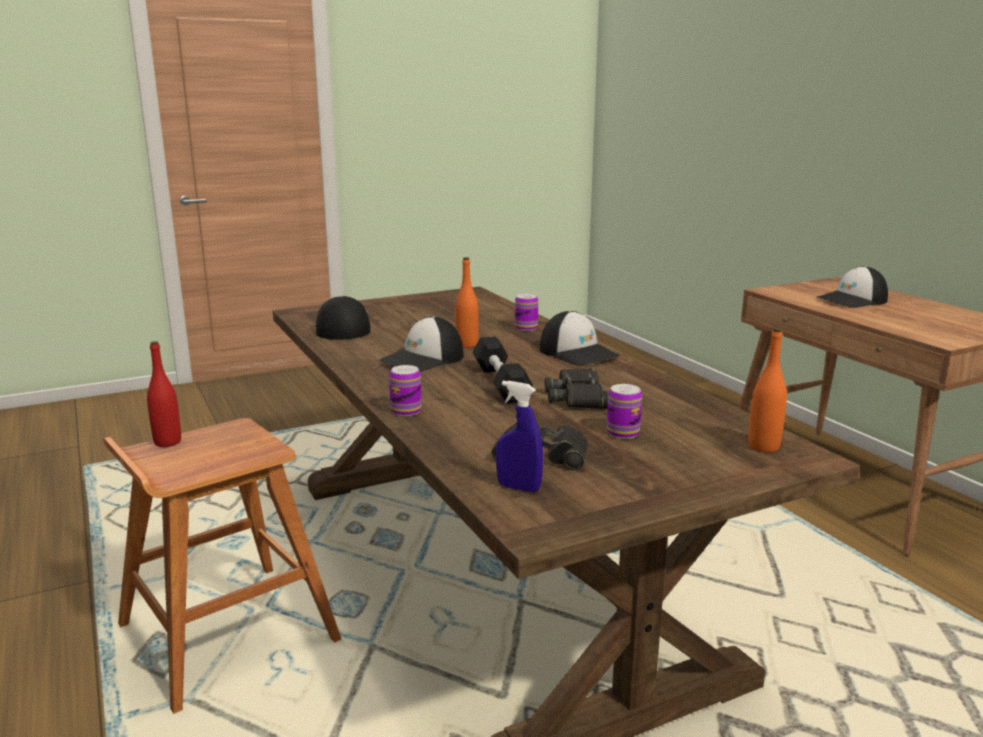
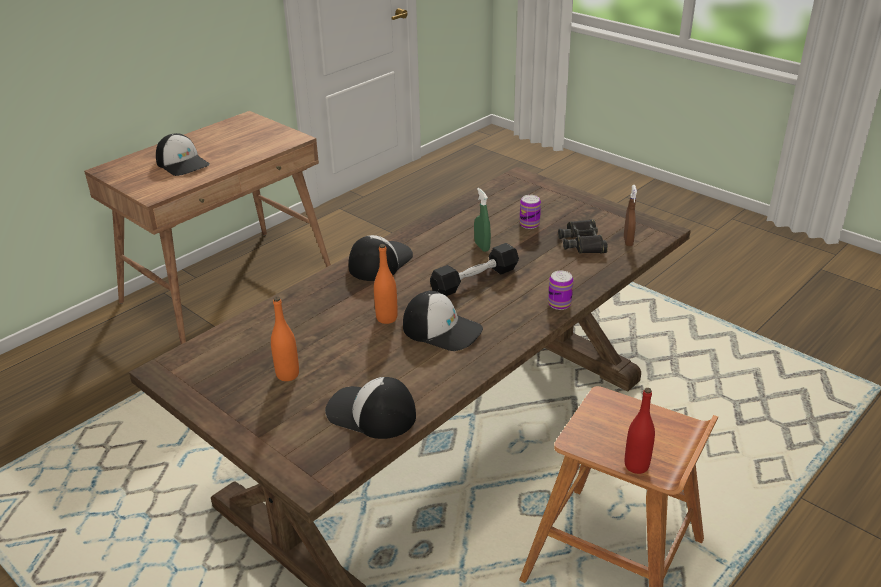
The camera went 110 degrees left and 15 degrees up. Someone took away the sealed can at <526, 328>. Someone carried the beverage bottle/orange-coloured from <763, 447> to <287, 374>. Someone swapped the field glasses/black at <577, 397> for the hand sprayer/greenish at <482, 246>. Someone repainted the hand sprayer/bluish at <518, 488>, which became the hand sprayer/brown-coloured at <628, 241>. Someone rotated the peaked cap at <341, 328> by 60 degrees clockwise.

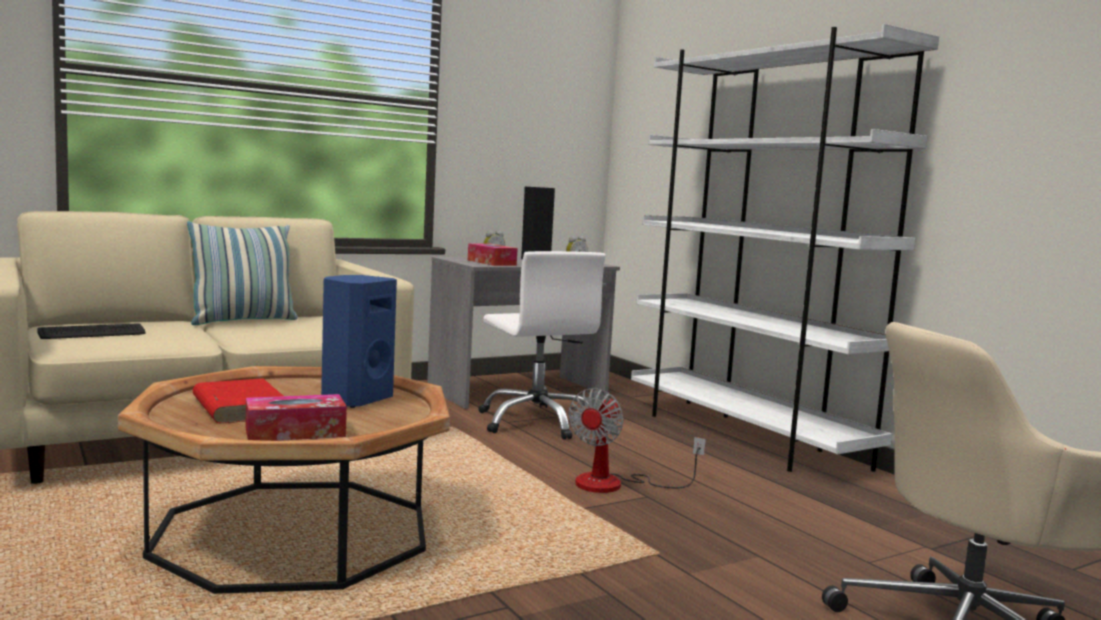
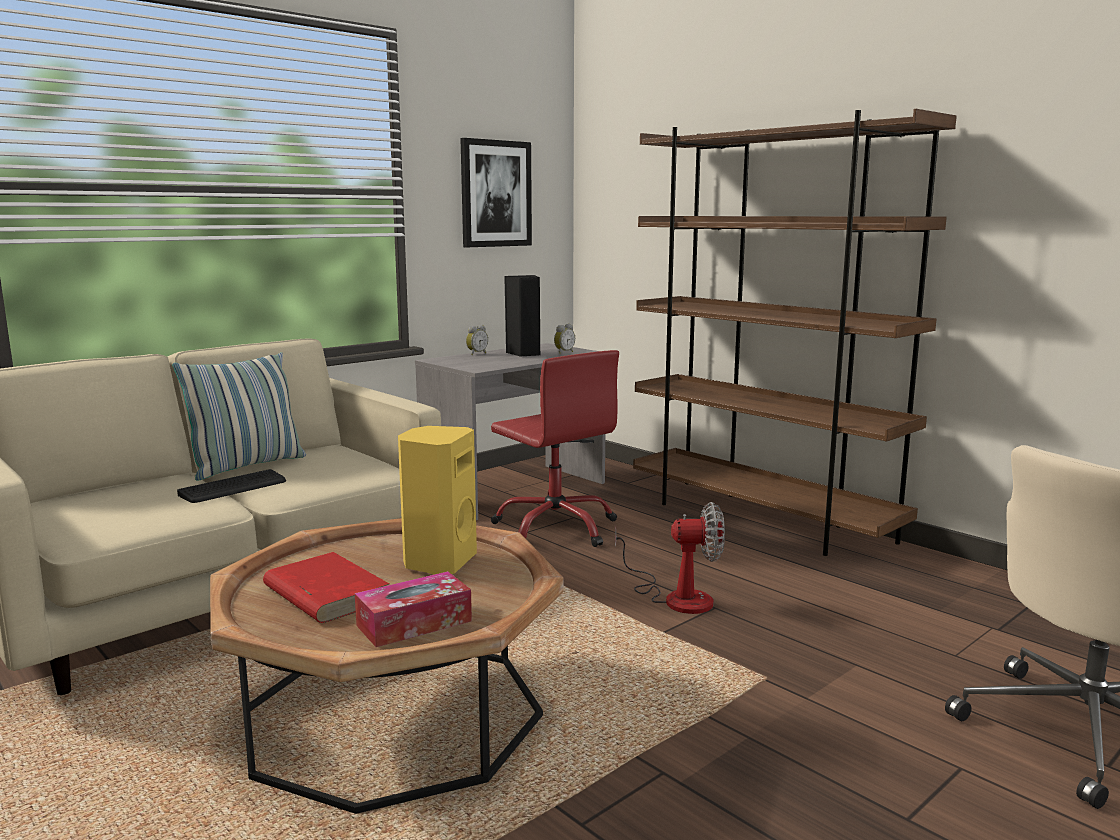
The camera went 10 degrees left and 5 degrees up. Someone took away the box of tissues at <491, 262>. Someone put up the picture at <495, 194>. Someone carried the computer keyboard from <92, 333> to <233, 488>. Someone repainted the audio speaker/bluish at <354, 399>, which became the audio speaker/yellow-coloured at <438, 562>. Someone repainted the computer chair/white-coloured at <536, 422>, which became the computer chair/reddish at <556, 528>. Someone repainted the shelving unit/white-coloured at <744, 437>, which became the shelving unit/brown-coloured at <761, 519>. Someone rotated the fan at <615, 484> by 105 degrees counterclockwise.

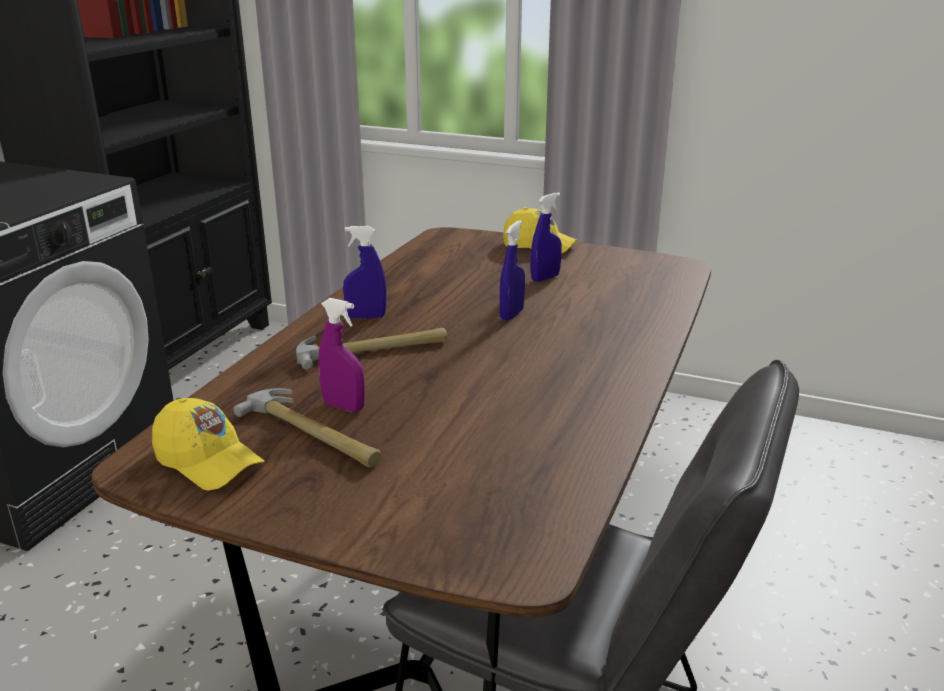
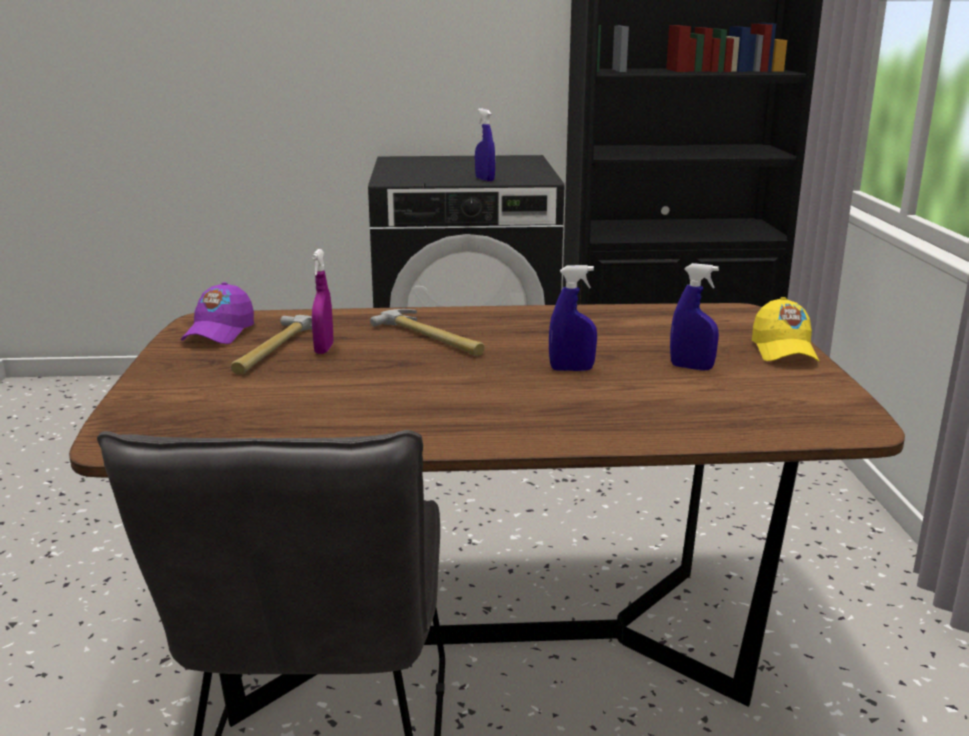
The camera went 65 degrees right and 5 degrees down. Someone carried the hand sprayer/bluish from <366, 317> to <484, 179>. Someone repainted the peaked cap/yellow-coloured at <208, 462>, which became the peaked cap/purple at <219, 333>.

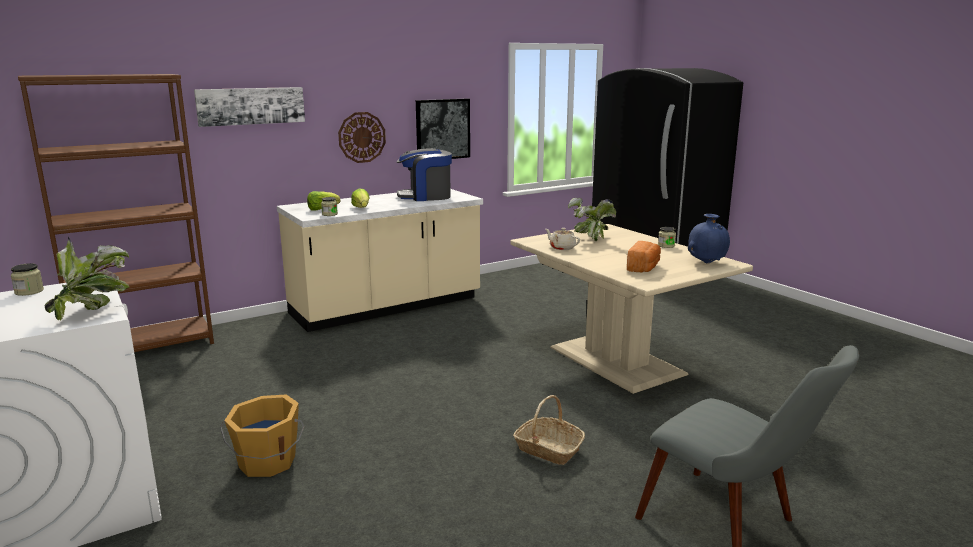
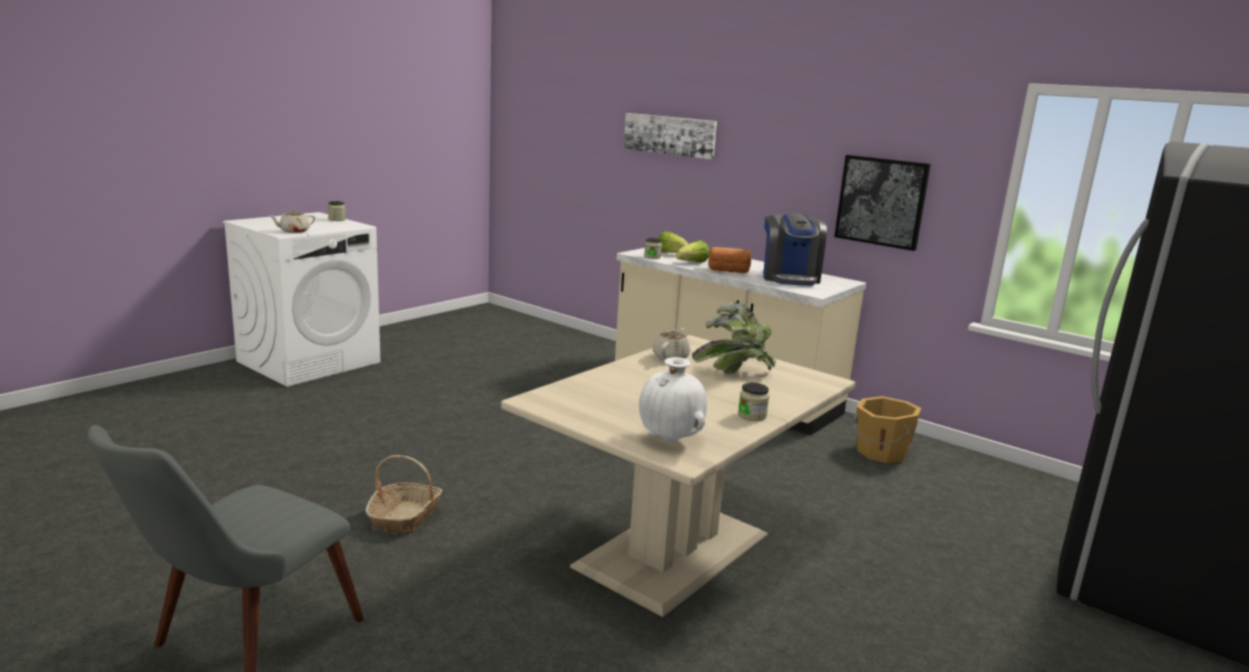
The camera went 70 degrees right and 0 degrees up. Someone took away the shelving unit/brown-coloured at <145, 348>. Someone took away the wall clock at <362, 137>. Someone carried the bucket/orange-coloured from <267, 463> to <880, 452>. Someone carried the bakery bread from <644, 268> to <728, 271>. Someone swapped the potted plant at <93, 311> for the teapot/beige at <293, 231>. Someone repainted the decorative vase/bluish at <707, 263>, which became the decorative vase/white-coloured at <670, 440>. Someone rotated the coffee machine at <425, 197> by 150 degrees counterclockwise.

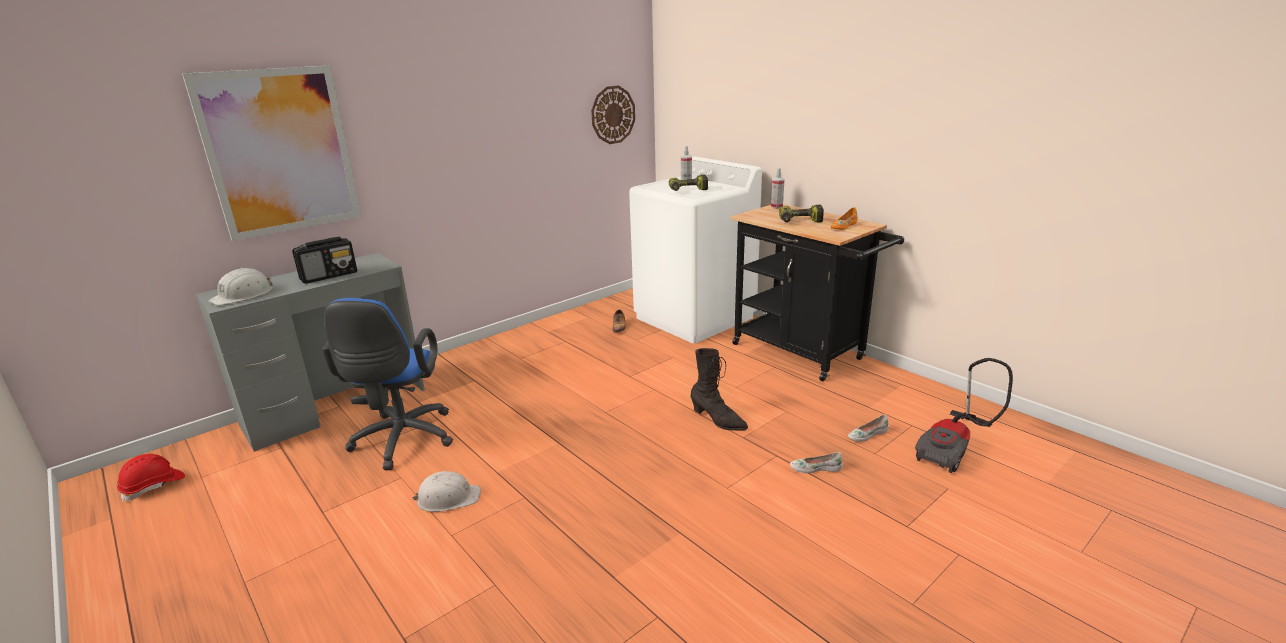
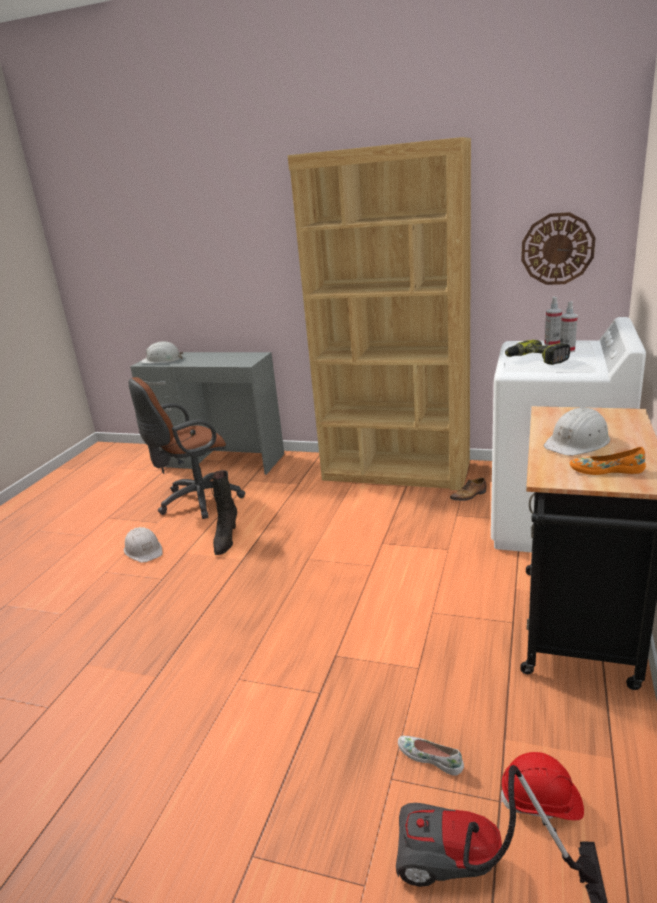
The camera went 60 degrees right and 0 degrees up. Someone took away the picture at <280, 152>. Someone took away the radio at <329, 276>. Someone took away the item of footwear/white-coloured at <815, 468>. Someone put down the shelving unit/brown-coloured at <396, 472>. Someone carried the work helmet/reddish from <154, 486> to <541, 801>. Someone carried the boot/black from <718, 420> to <226, 540>. Someone carried the hand sprayer from <776, 207> to <552, 344>. Someone swapped the power drill at <800, 222> for the work helmet/white-coloured at <577, 442>. Someone repainted the computer chair/bluish at <402, 442>, which became the computer chair/brown-coloured at <196, 501>.

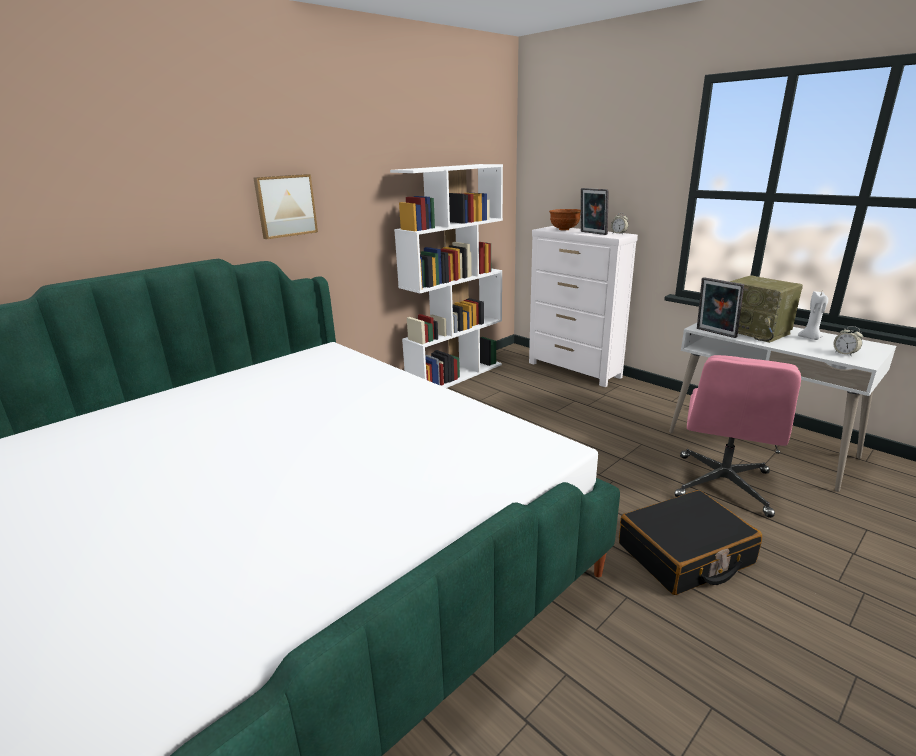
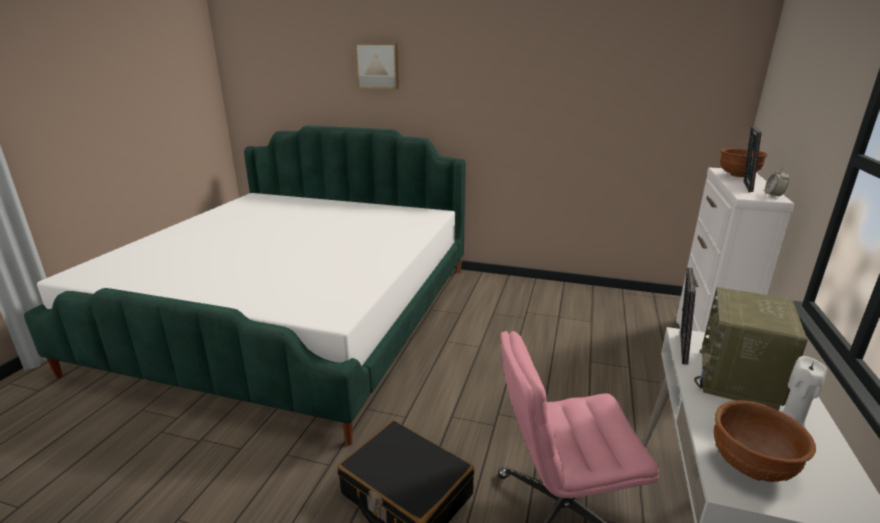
The camera went 60 degrees right and 0 degrees up. Someone took away the shelving unit/white-coloured at <455, 375>. Someone carried the picture from <285, 206> to <378, 66>. Someone swapped the alarm clock at <845, 353> for the bowl/brown-coloured at <751, 467>.

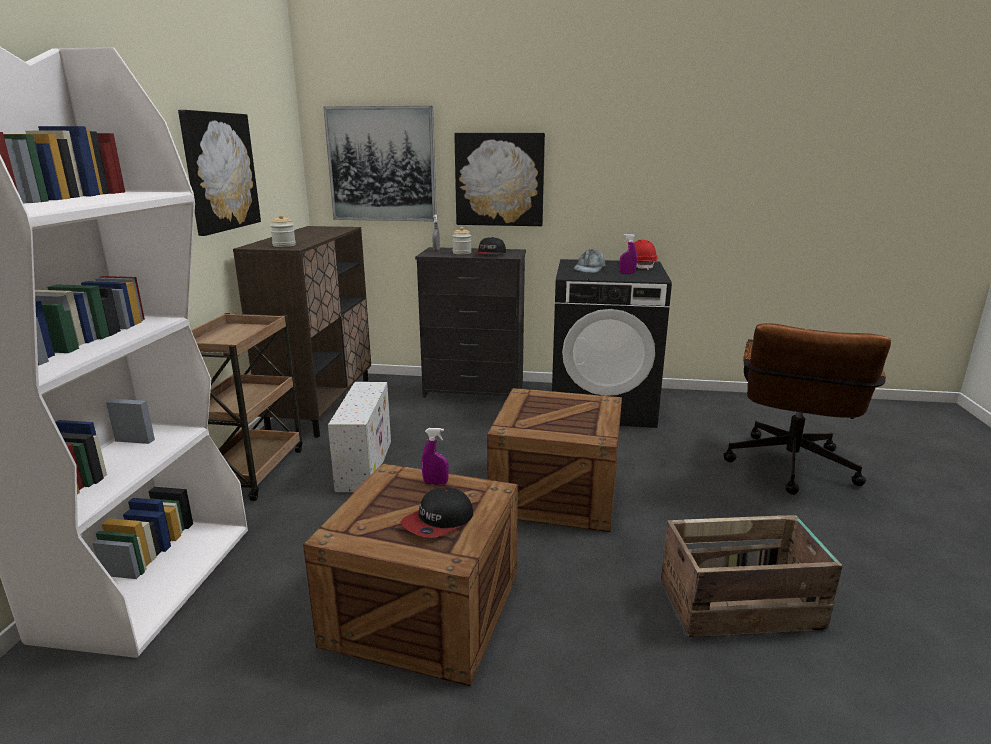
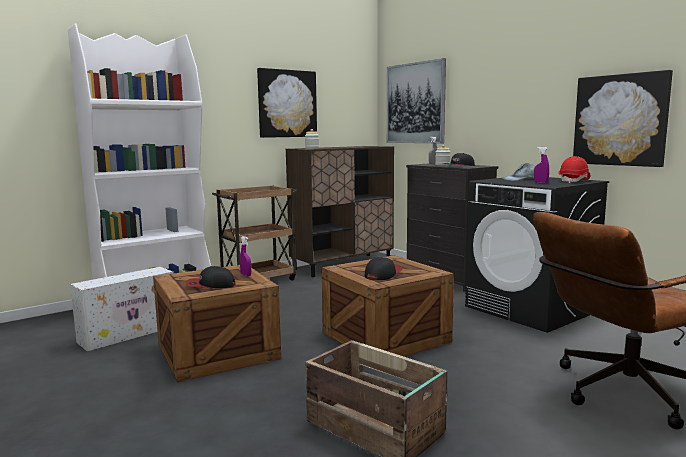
The camera went 45 degrees right and 10 degrees down. Someone put down the peaked cap at <382, 274>. Someone carried the storage bin/white-coloured from <365, 463> to <130, 333>. Someone carried the picture from <499, 180> to <620, 120>.

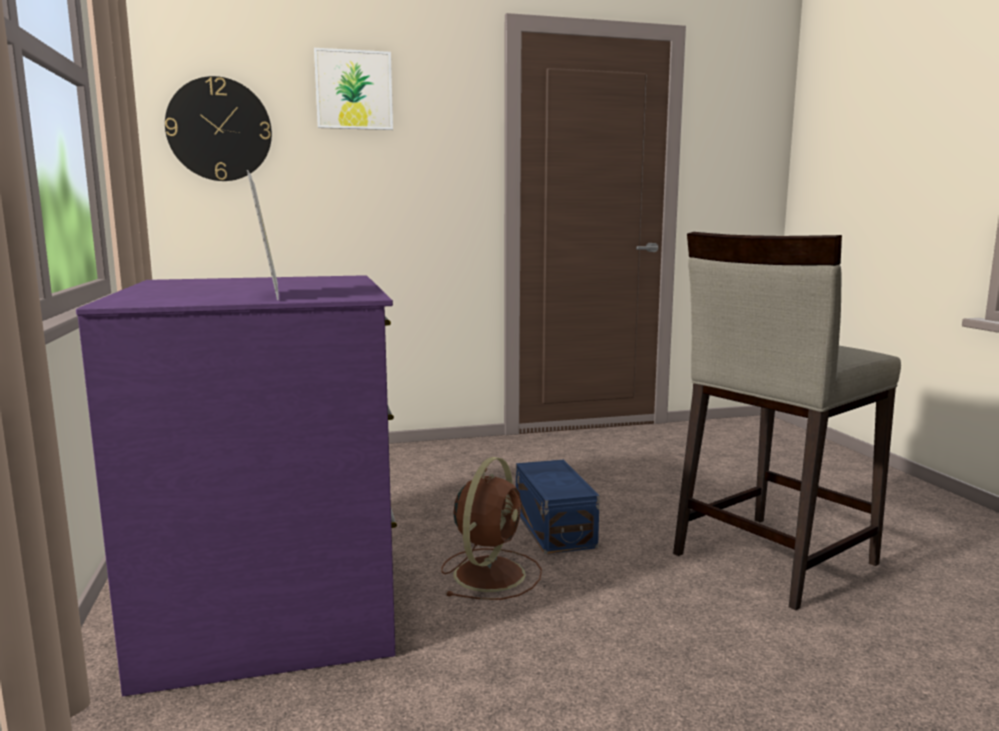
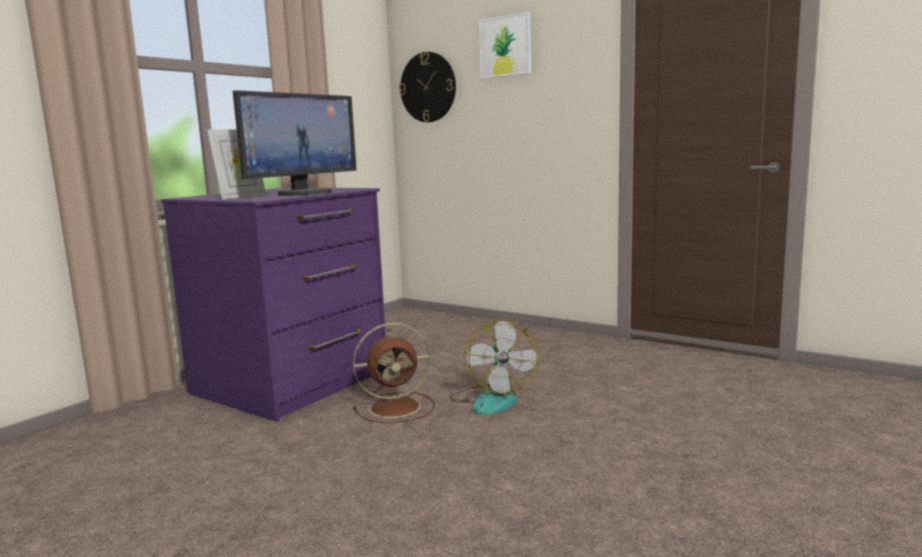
The camera went 50 degrees right and 0 degrees up. Someone took away the stool/beige at <771, 558>. Someone put down the monitor at <304, 193>. Someone swapped the storage bin/bluish at <555, 527> for the fan at <492, 399>.

